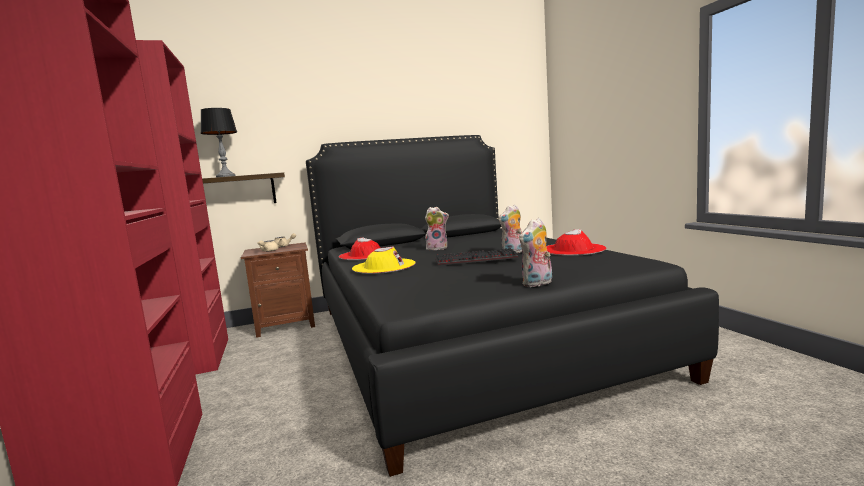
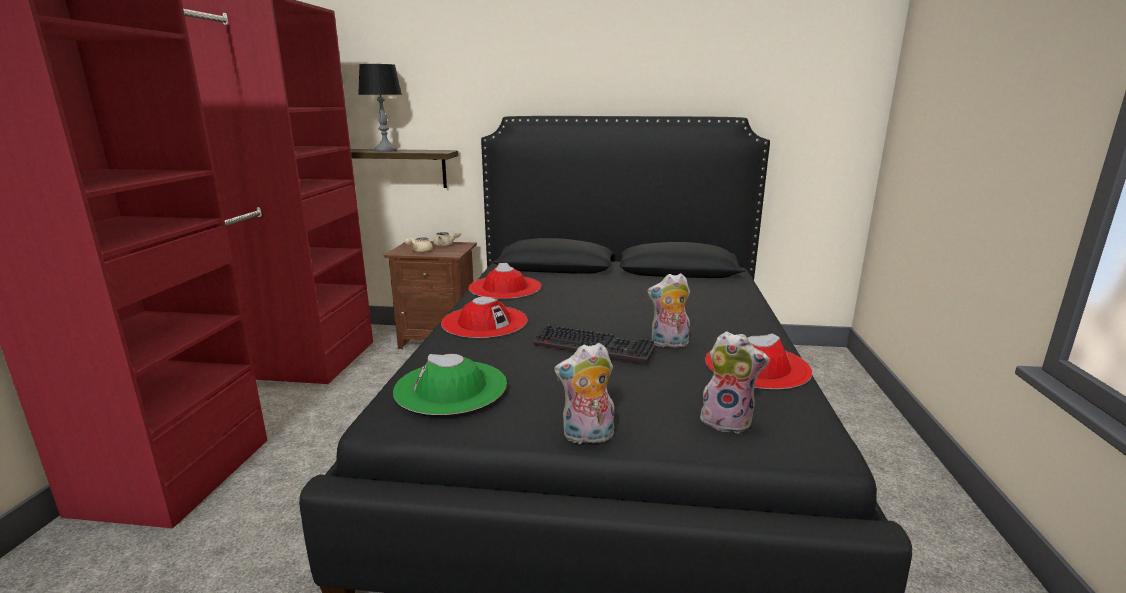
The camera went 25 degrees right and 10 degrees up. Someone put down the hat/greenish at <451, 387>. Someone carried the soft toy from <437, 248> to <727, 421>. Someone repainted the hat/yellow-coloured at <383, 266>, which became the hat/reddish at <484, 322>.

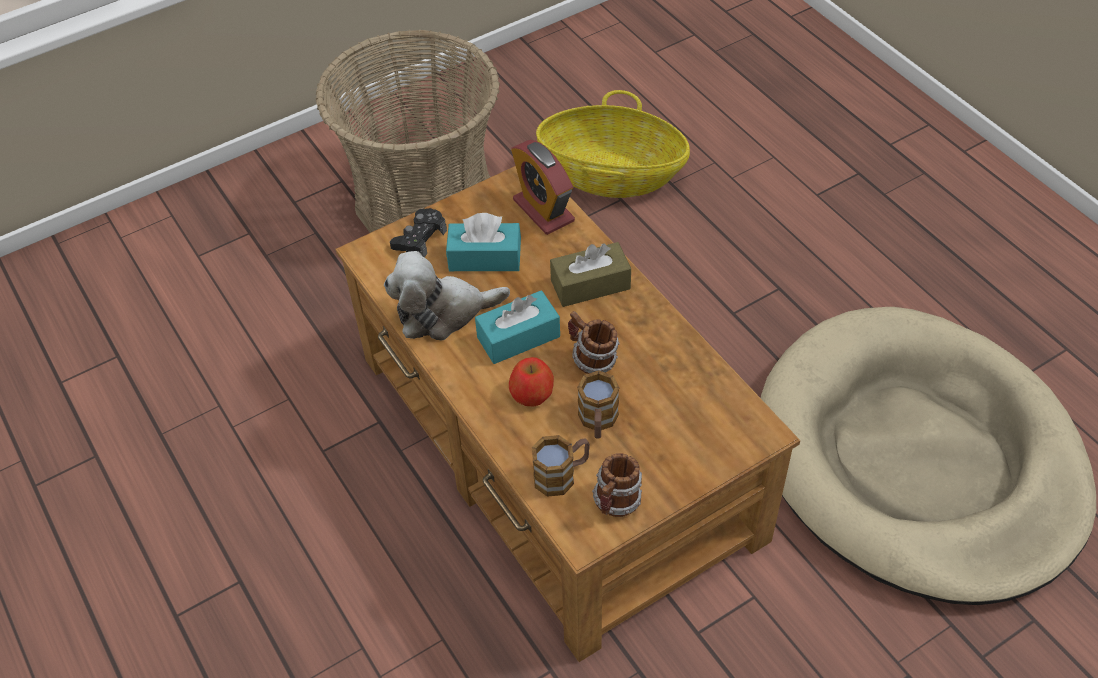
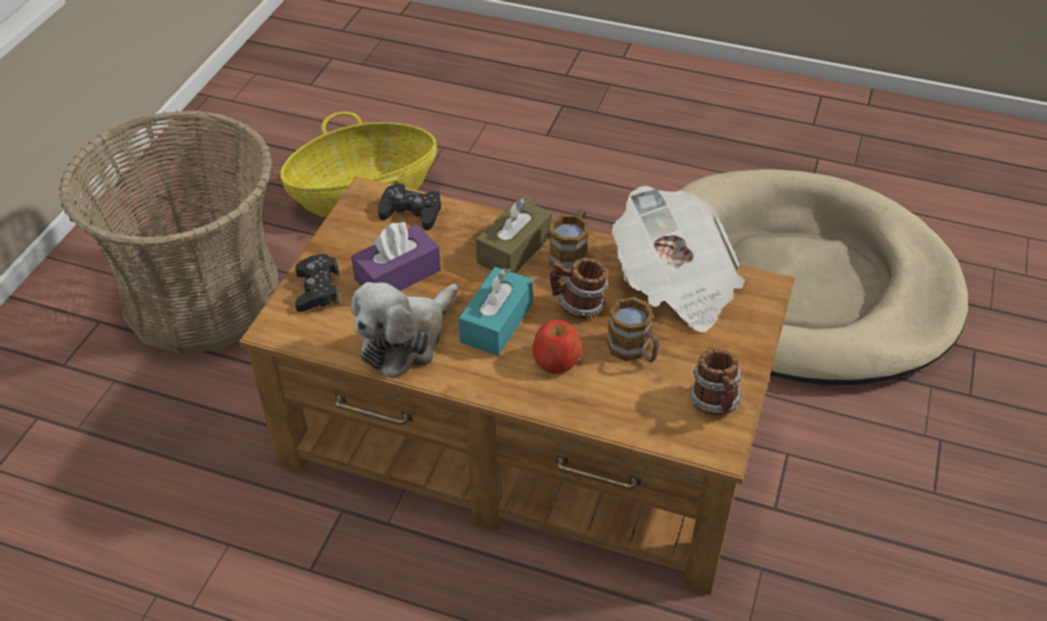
The camera went 40 degrees left and 5 degrees down. Someone put down the printed paper at <675, 284>. Someone carried the tea mug from <562, 475> to <571, 254>. Someone swapped the alarm clock at <543, 210> for the game controller/black at <411, 212>. Someone repainted the box of tissues/turquoise-coloured at <485, 257>, which became the box of tissues/purple at <397, 275>.

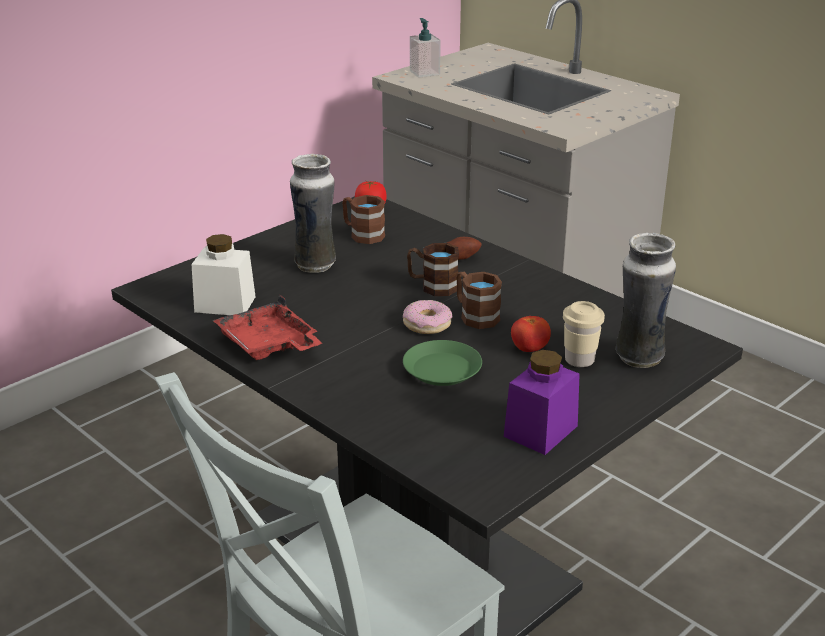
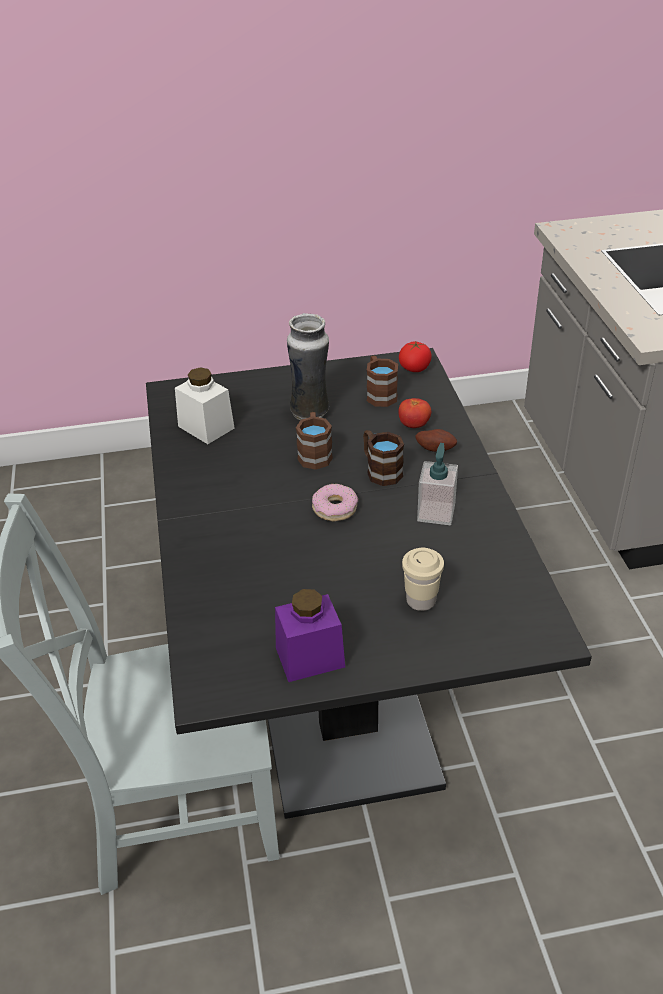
The camera went 35 degrees right and 10 degrees up. Someone took away the serving tray/reddish at <269, 345>. Someone took away the dinner plate/greenish at <442, 369>. Someone took away the decorative vase at <638, 358>. Someone carried the soap dispenser from <424, 73> to <436, 512>. Someone carried the tea mug/brown-coloured from <475, 315> to <314, 453>. Someone carried the whole tomato from <529, 349> to <414, 425>.

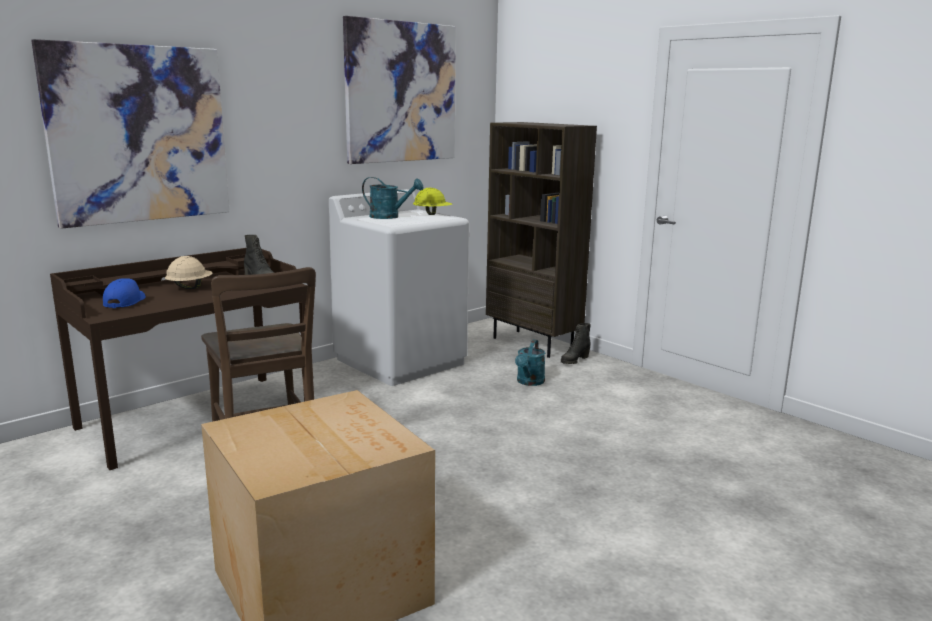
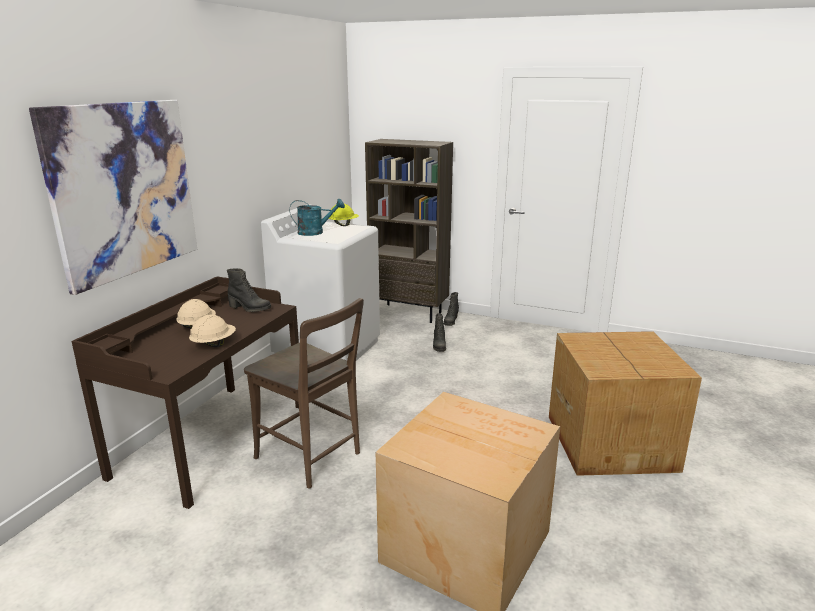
The camera went 25 degrees left and 5 degrees up. Someone took away the peaked cap/bluish at <125, 301>. Someone took away the picture at <401, 92>. Someone put down the work helmet/beige at <214, 344>. Someone put down the packing box at <611, 442>. Someone swapped the watering can/turquoise-coloured at <529, 382> for the boot/black at <438, 346>.

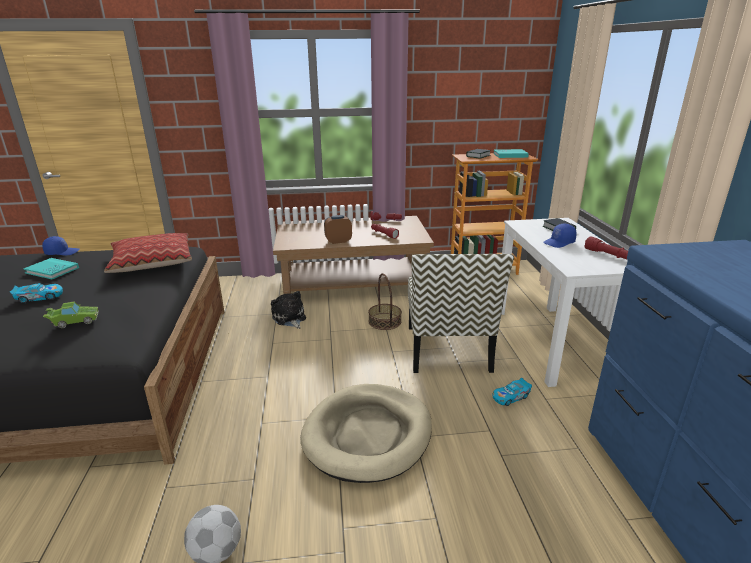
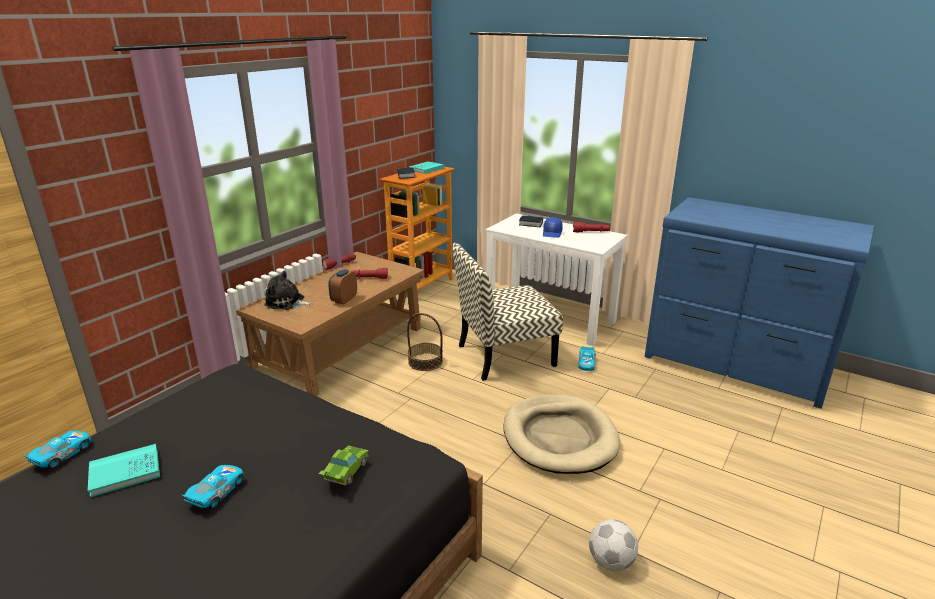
The camera went 50 degrees left and 0 degrees up. Someone took away the throw pillow at <152, 262>. Someone carried the soft toy from <289, 318> to <287, 302>. Someone swapped the peaked cap/bluish at <62, 252> for the toy car at <62, 455>. Someone rotated the upright chair at <448, 349> by 120 degrees clockwise.

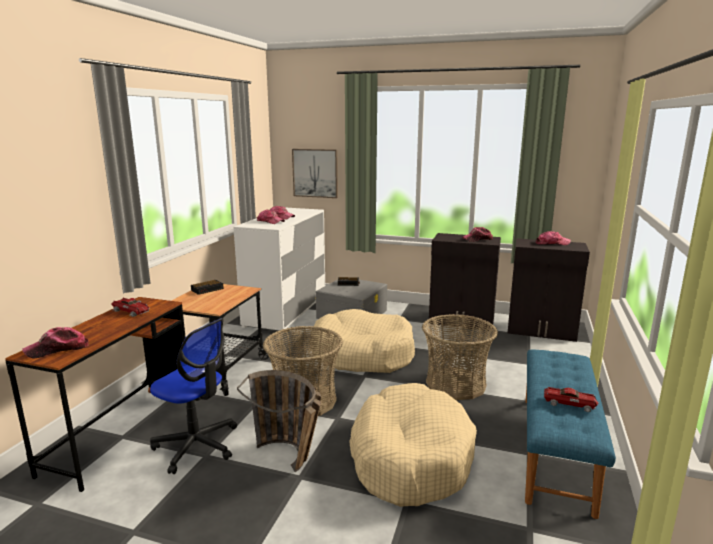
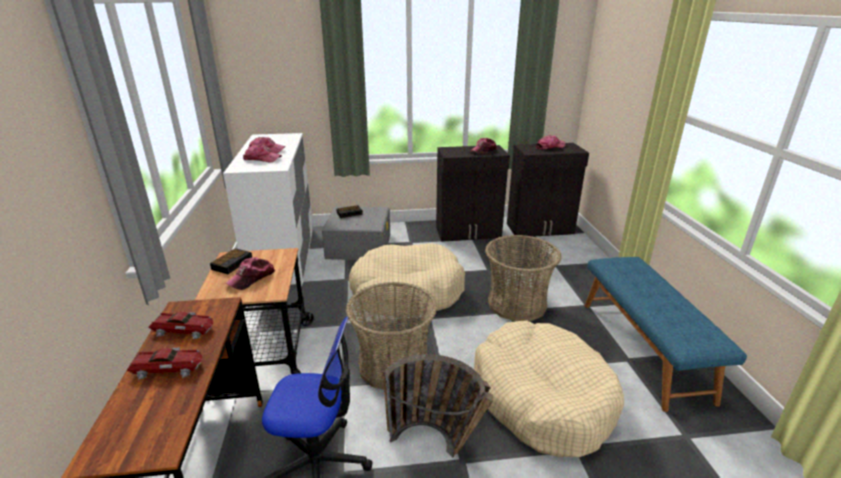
The camera went 25 degrees left and 10 degrees up. Someone took away the picture at <315, 173>. Someone carried the peaked cap from <58, 349> to <251, 278>. Someone carried the toy car from <569, 403> to <169, 367>.

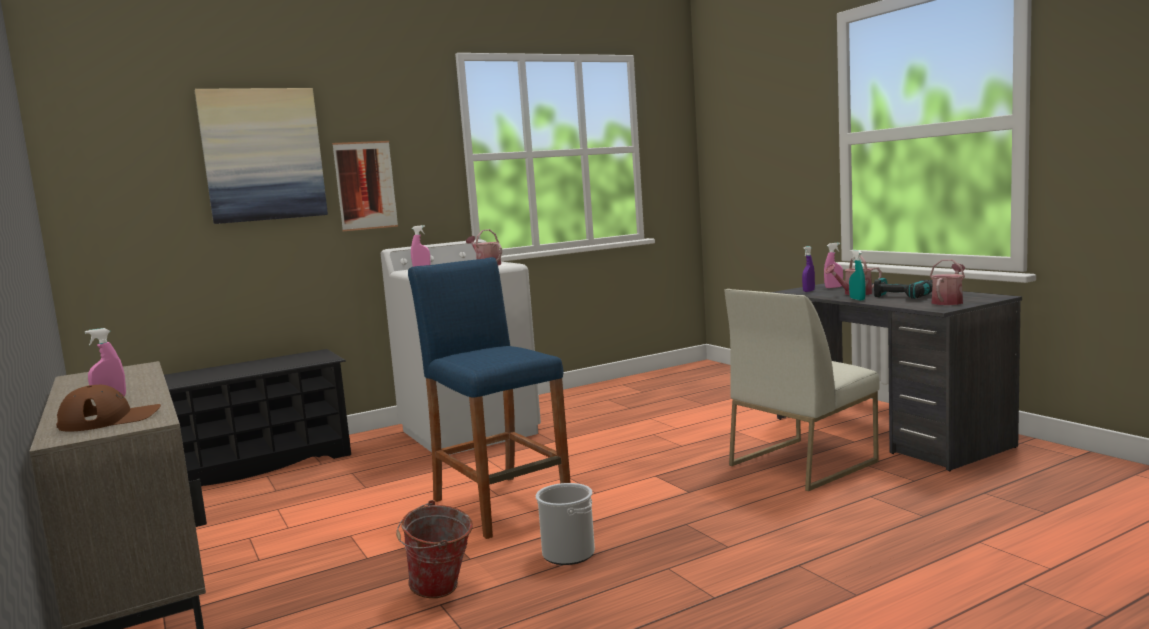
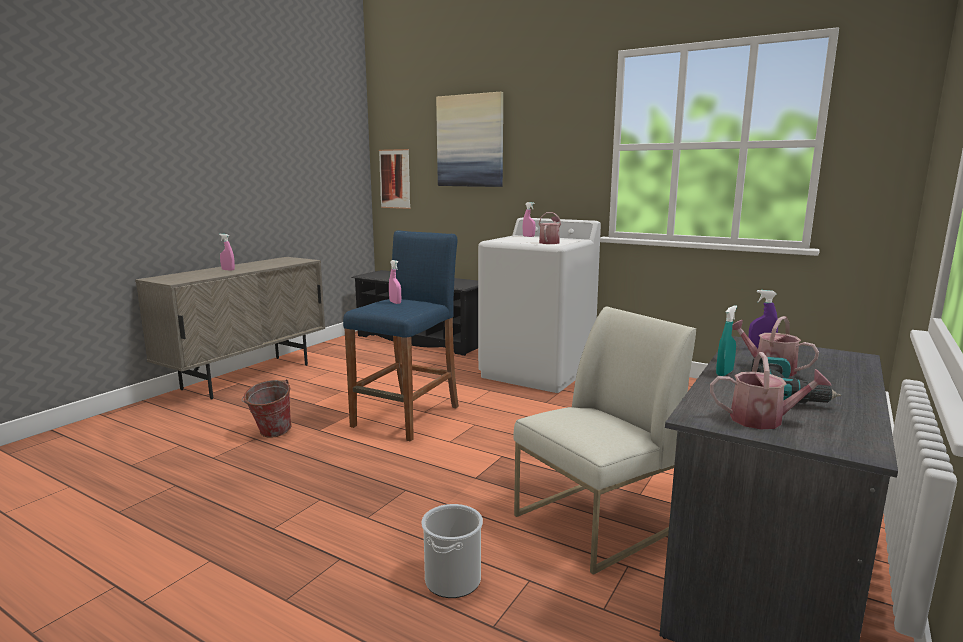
The camera went 60 degrees right and 5 degrees up. Someone took away the peaked cap/brown-coloured at <110, 419>. Someone carried the picture from <365, 185> to <395, 179>. Someone carried the bucket from <568, 553> to <453, 580>. Someone carried the hand sprayer/pink from <833, 287> to <395, 303>. Someone rotated the upright chair/white-coloured at <802, 463> by 120 degrees clockwise.

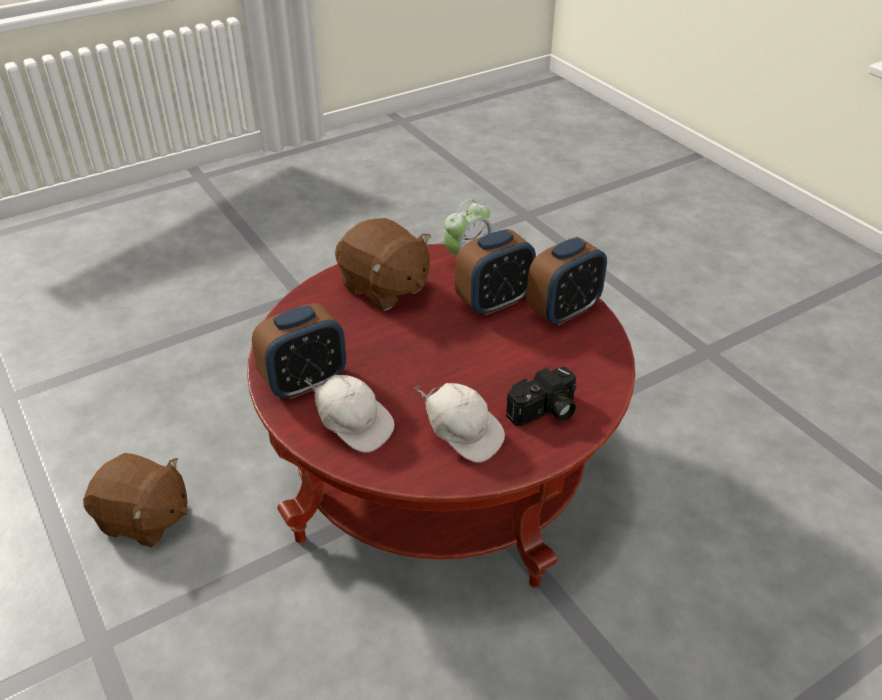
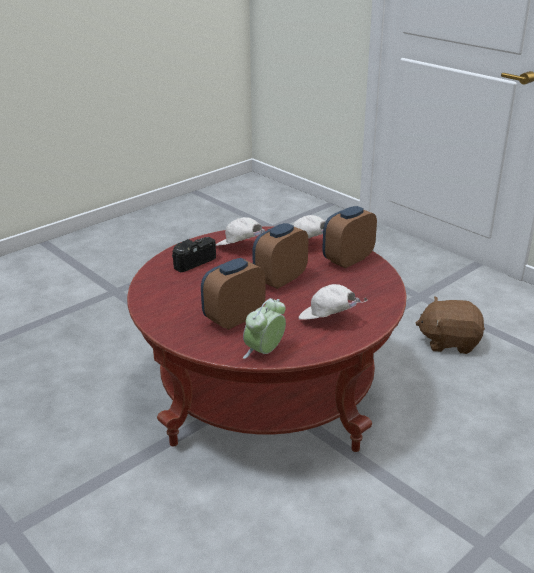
The camera went 170 degrees right and 10 degrees down. Someone carried the alarm clock from <563, 311> to <280, 279>. Someone swapped the soft toy/brown-coloured at <384, 288> for the peaked cap/white-coloured at <327, 320>.

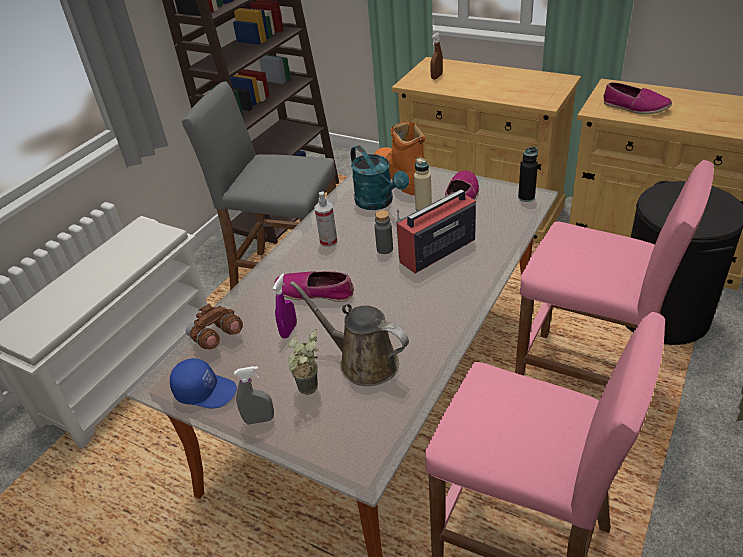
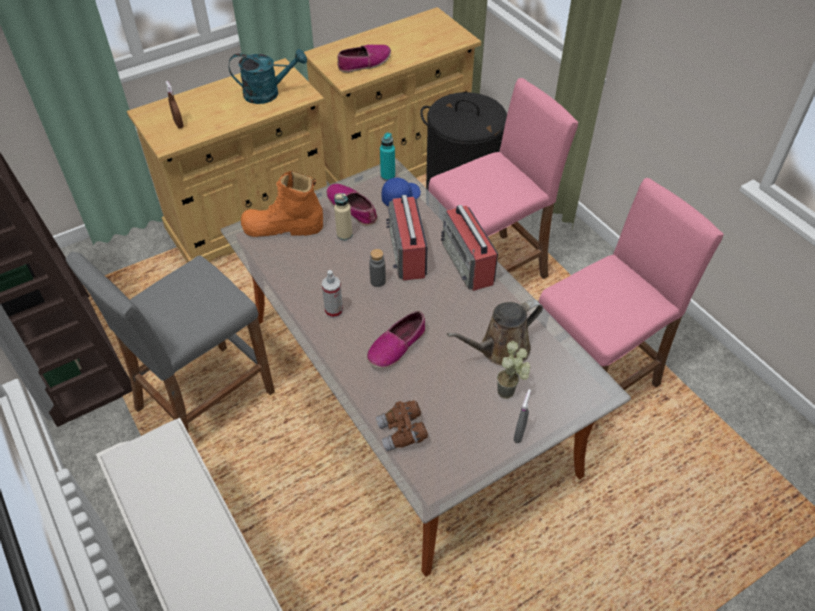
The camera went 65 degrees left and 10 degrees up. Someone took away the hand sprayer/purple at <289, 330>. Someone put down the radio at <468, 263>. Someone carried the peaked cap/bluish from <205, 391> to <400, 197>. Someone carried the watering can/turquoise-coloured from <378, 203> to <268, 93>. Someone repainted the beverage bottle/black at <526, 197>, which became the beverage bottle/turquoise-coloured at <388, 176>.

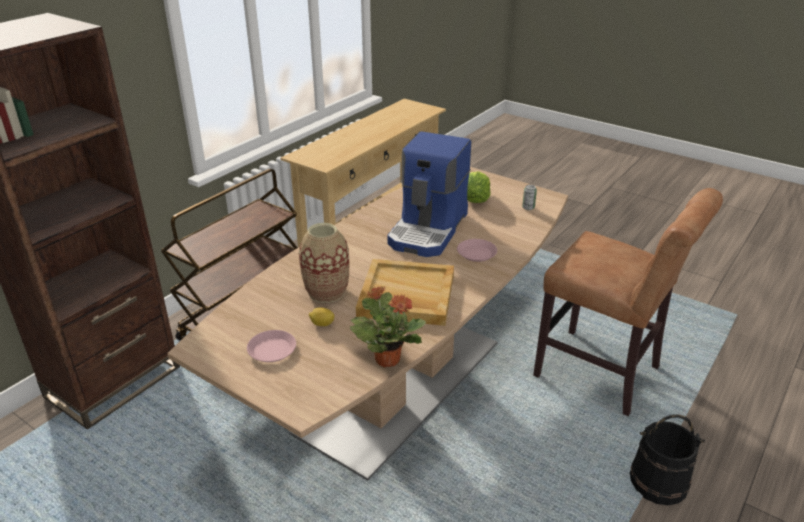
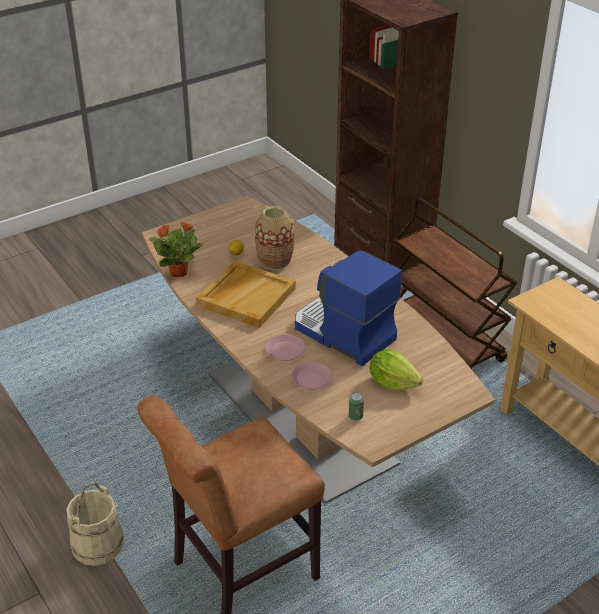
The camera went 110 degrees right and 5 degrees up. Someone carried the dinner plate/pink from <272, 350> to <311, 378>. Someone repainted the bucket/black at <658, 482>, which became the bucket/beige at <97, 544>.

